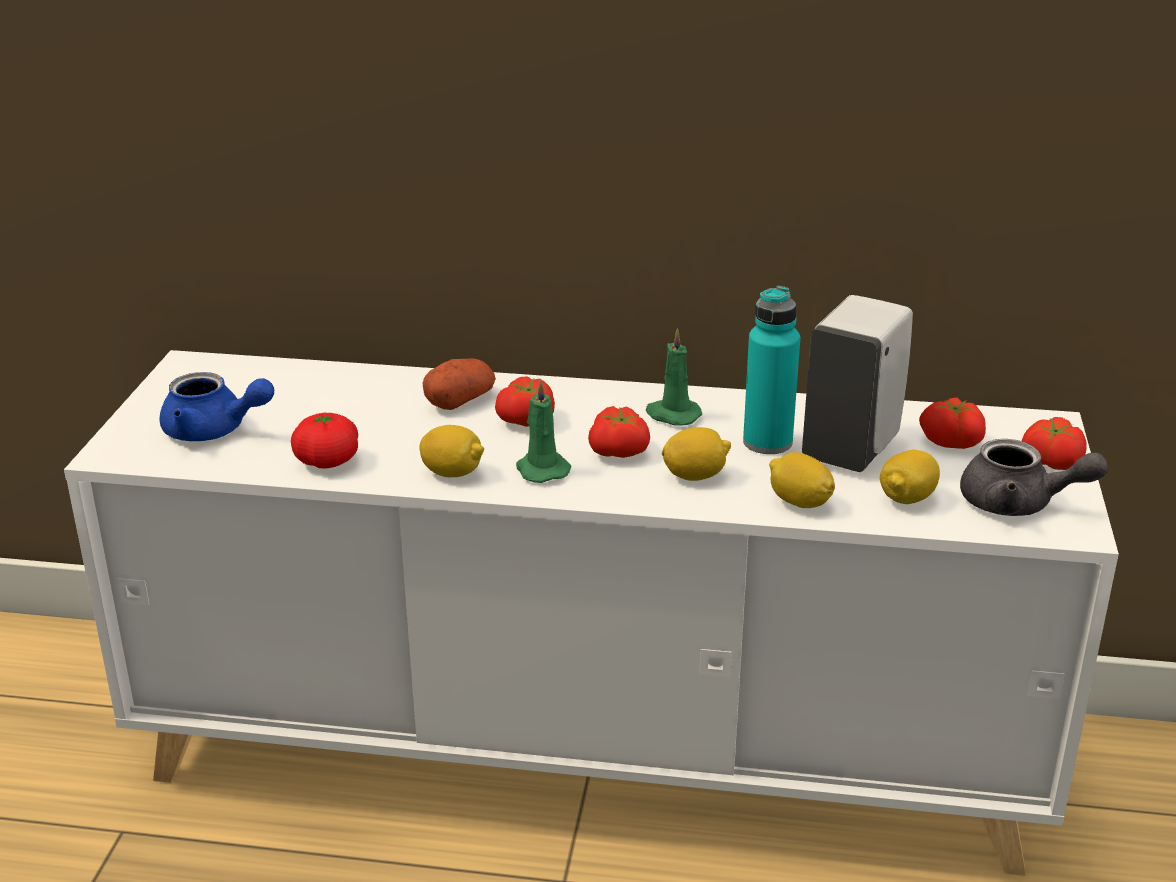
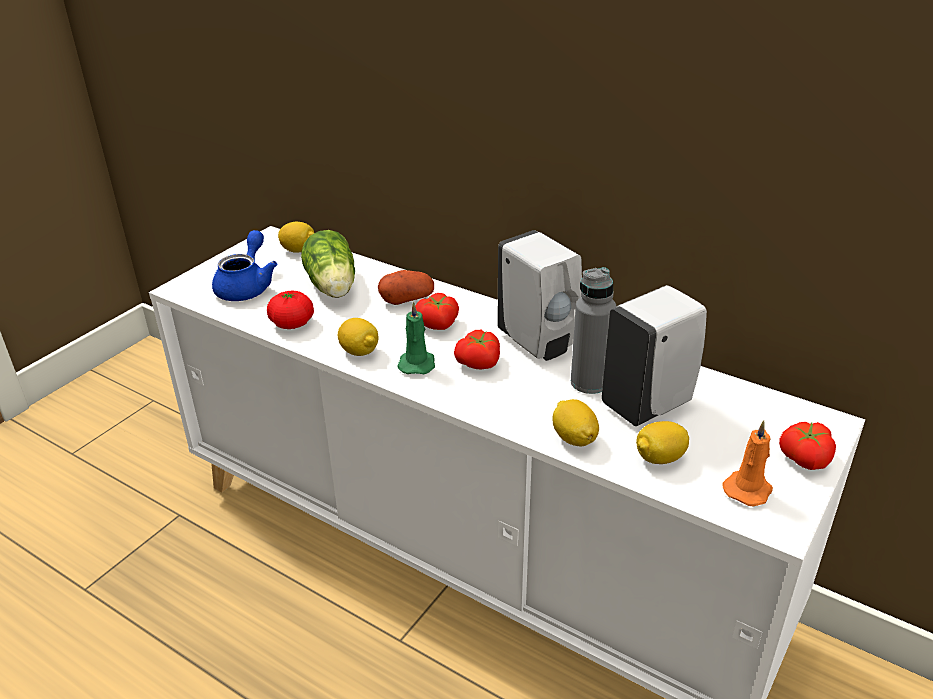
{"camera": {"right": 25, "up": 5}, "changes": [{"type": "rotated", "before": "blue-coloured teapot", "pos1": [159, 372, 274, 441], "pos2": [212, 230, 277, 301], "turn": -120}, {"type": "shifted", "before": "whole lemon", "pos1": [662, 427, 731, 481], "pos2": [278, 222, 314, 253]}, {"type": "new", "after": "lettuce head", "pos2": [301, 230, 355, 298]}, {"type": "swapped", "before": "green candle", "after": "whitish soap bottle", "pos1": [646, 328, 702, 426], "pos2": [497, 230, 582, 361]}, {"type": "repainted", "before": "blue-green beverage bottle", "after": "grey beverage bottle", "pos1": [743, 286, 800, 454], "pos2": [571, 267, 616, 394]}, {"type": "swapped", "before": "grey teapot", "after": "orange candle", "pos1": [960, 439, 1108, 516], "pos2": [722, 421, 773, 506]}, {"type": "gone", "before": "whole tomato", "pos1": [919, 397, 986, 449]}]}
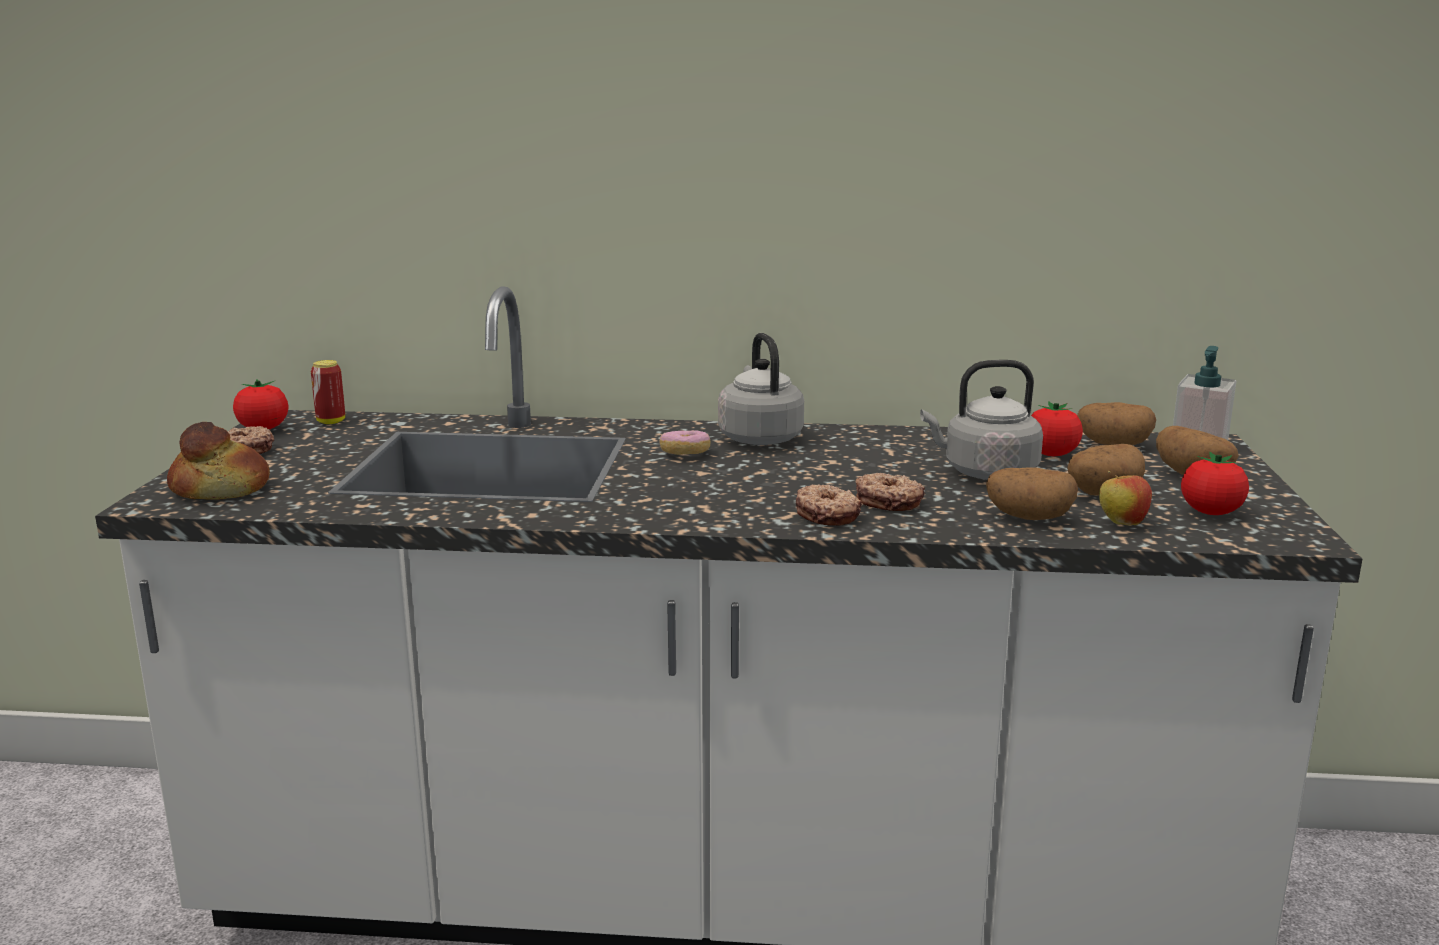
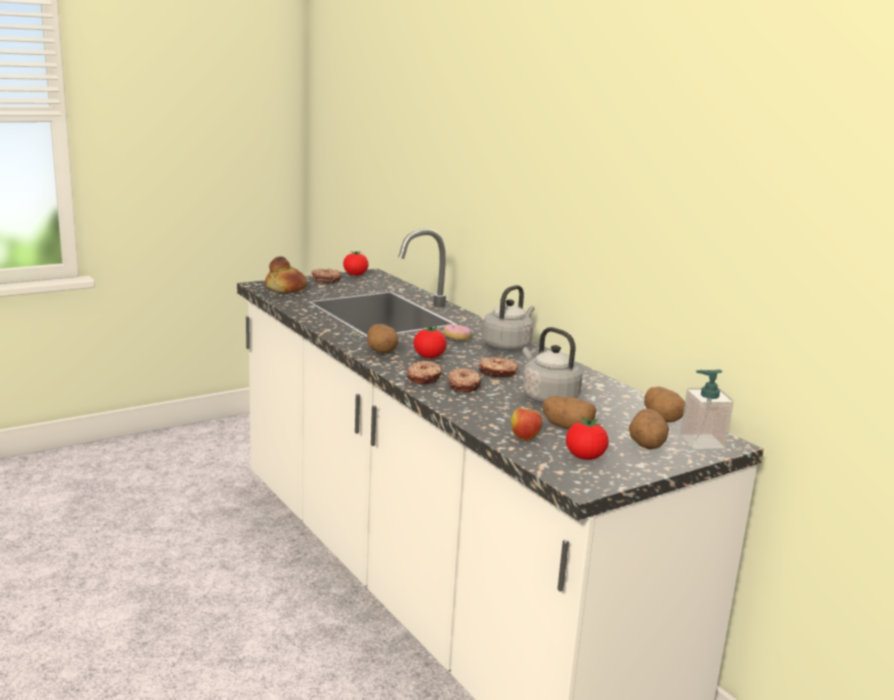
{"camera": {"right": 50, "up": 0}, "changes": [{"type": "shifted", "before": "whole potato", "pos1": [986, 467, 1078, 520], "pos2": [367, 324, 398, 353]}, {"type": "shifted", "before": "whole tomato", "pos1": [1031, 401, 1083, 456], "pos2": [414, 325, 446, 358]}, {"type": "new", "after": "doughnut", "pos2": [479, 357, 518, 377]}, {"type": "gone", "before": "sealed can", "pos1": [311, 360, 345, 424]}]}
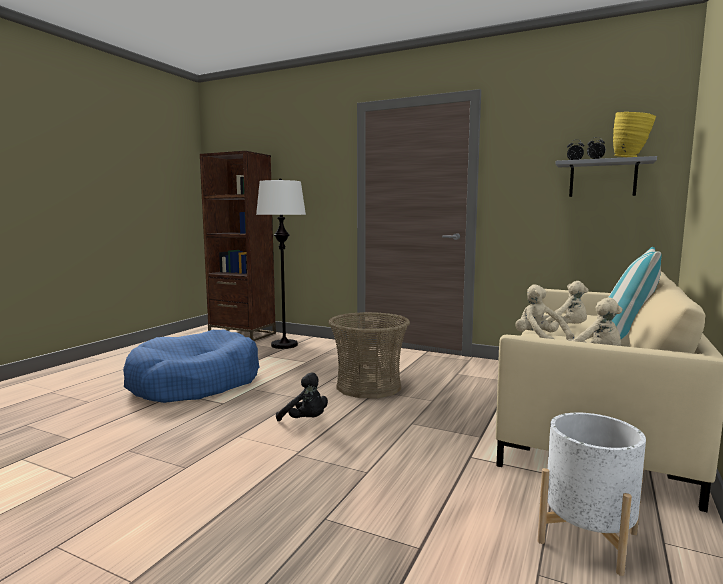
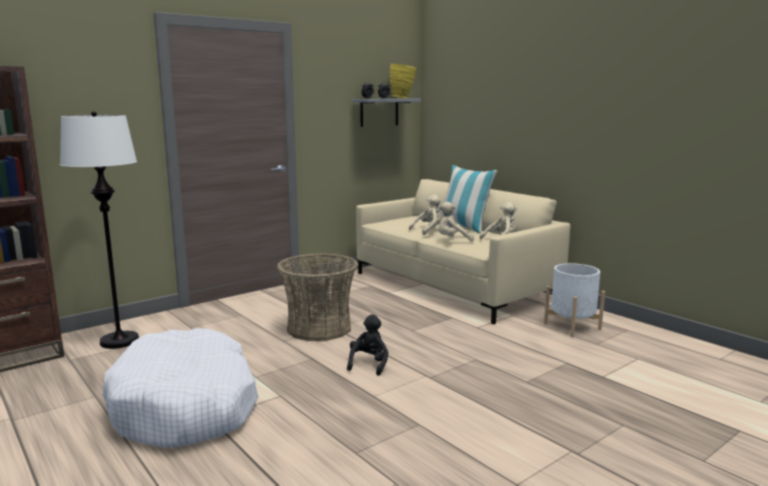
{"camera": {"right": -65, "up": 5}, "changes": [{"type": "repainted", "before": "blue-coloured dog cushion", "after": "whitish dog cushion", "pos1": [123, 329, 259, 403], "pos2": [103, 328, 258, 448]}, {"type": "rotated", "before": "black plush toy", "pos1": [276, 373, 328, 421], "pos2": [347, 314, 388, 376], "turn": -45}]}
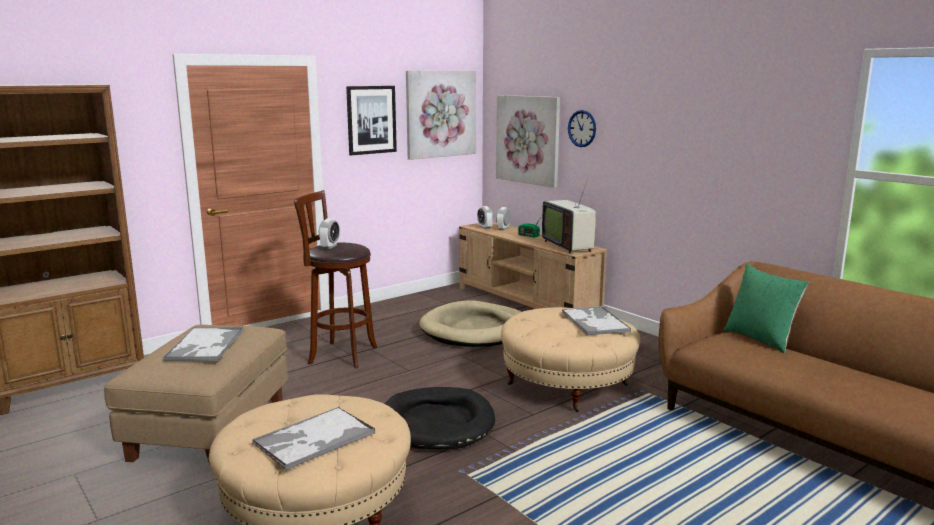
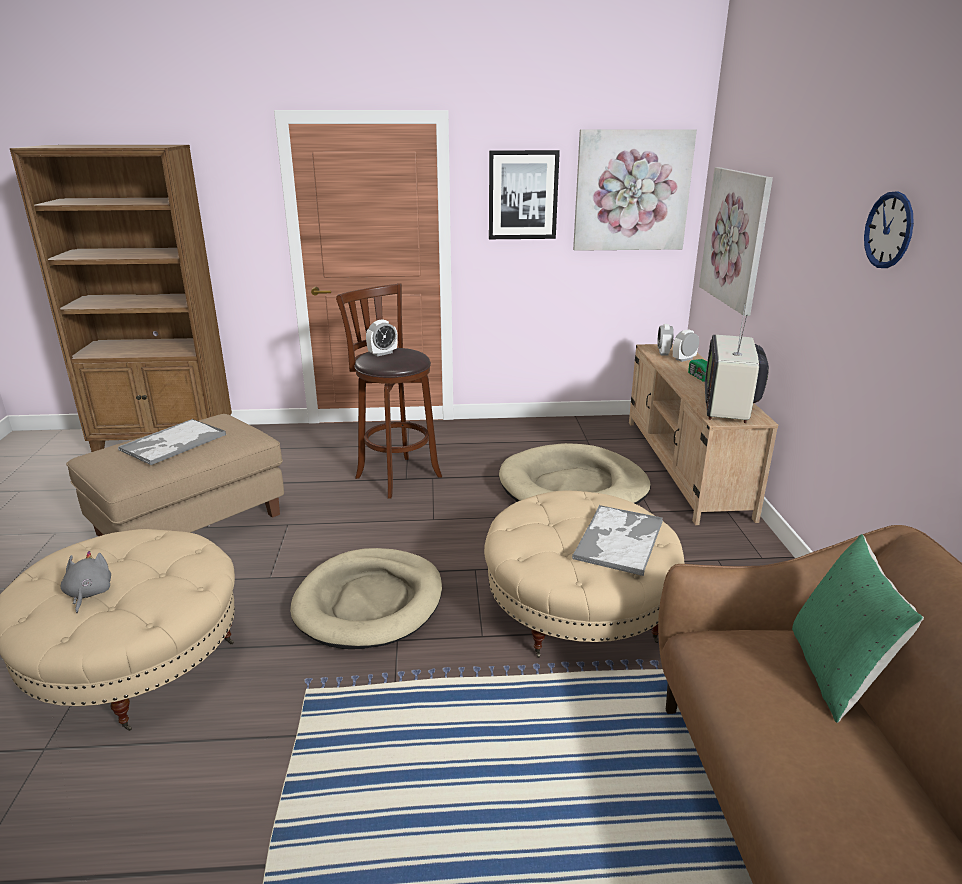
{"camera": {"right": 35, "up": 10}, "changes": [{"type": "swapped", "before": "serving tray", "after": "grey plush toy", "pos1": [252, 407, 376, 470], "pos2": [61, 551, 111, 613]}, {"type": "repainted", "before": "black dog cushion", "after": "sand-coloured dog cushion", "pos1": [385, 387, 495, 449], "pos2": [290, 548, 442, 649]}, {"type": "shifted", "before": "clock on the wall", "pos1": [568, 110, 596, 147], "pos2": [864, 192, 914, 268]}]}
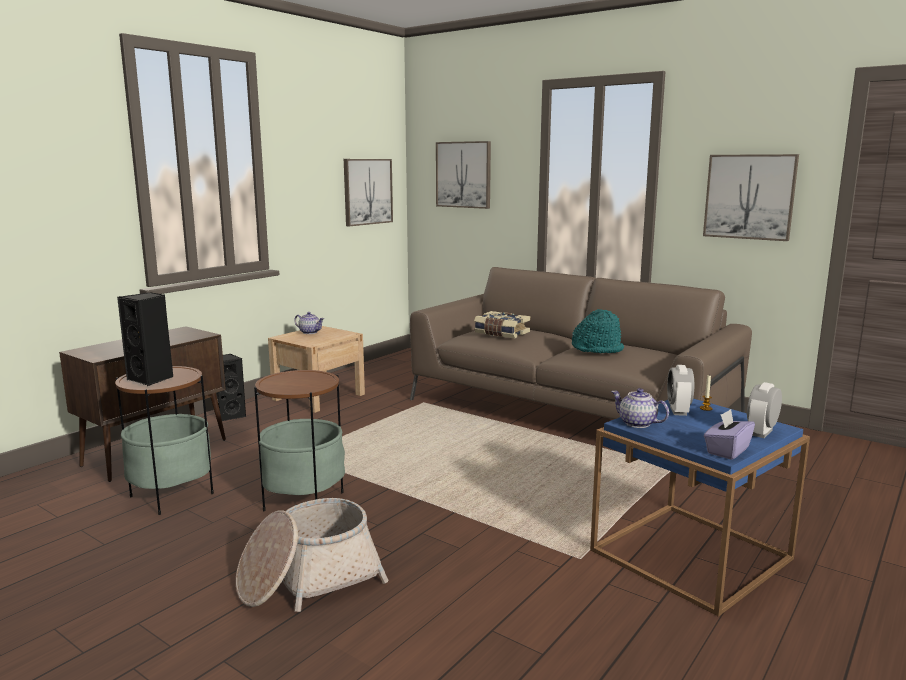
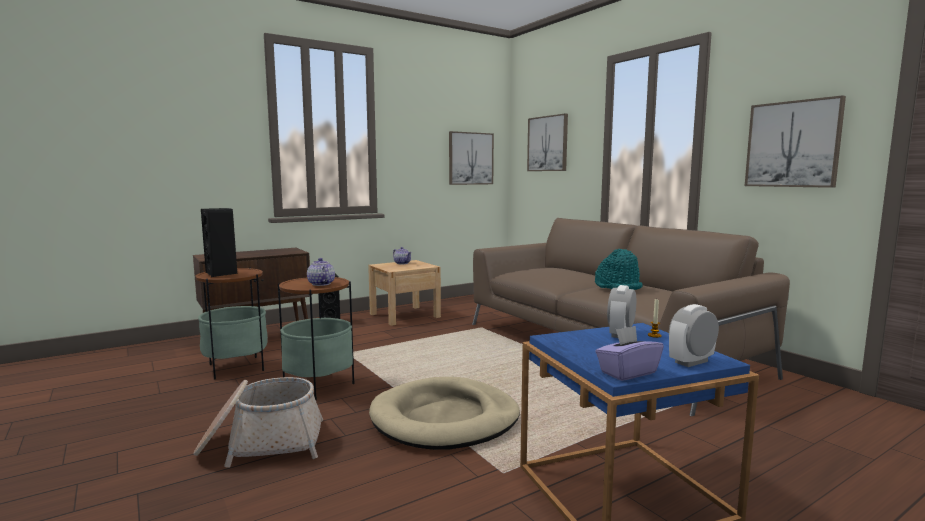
{"camera": {"right": 20, "up": -5}, "changes": [{"type": "shifted", "before": "teapot", "pos1": [611, 388, 669, 428], "pos2": [307, 258, 335, 286]}, {"type": "new", "after": "sand-coloured dog cushion", "pos2": [369, 377, 520, 450]}, {"type": "gone", "before": "bound book", "pos1": [474, 311, 530, 338]}]}
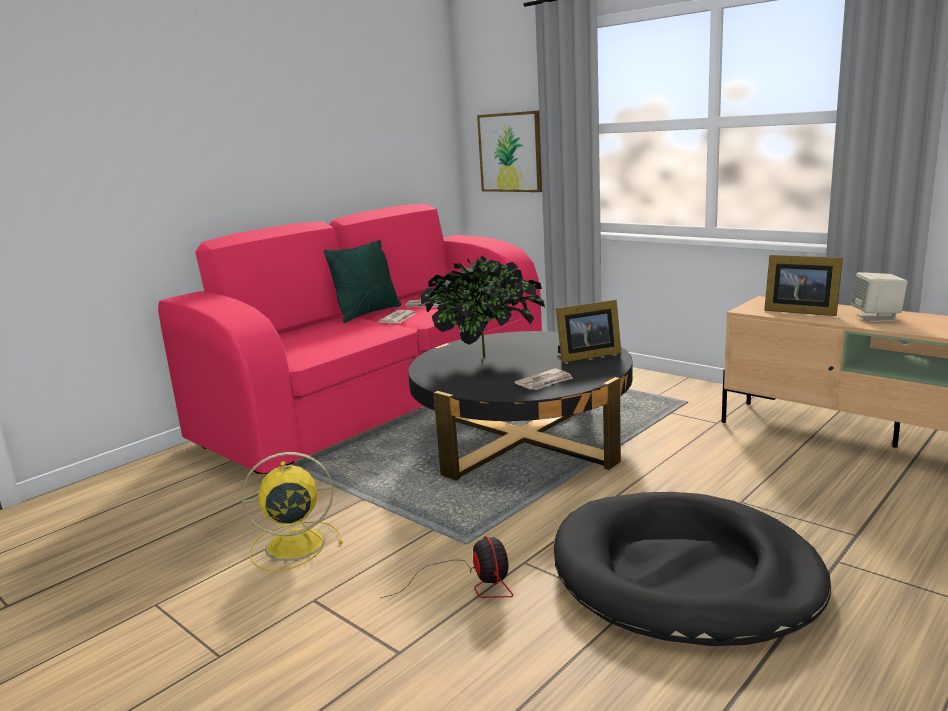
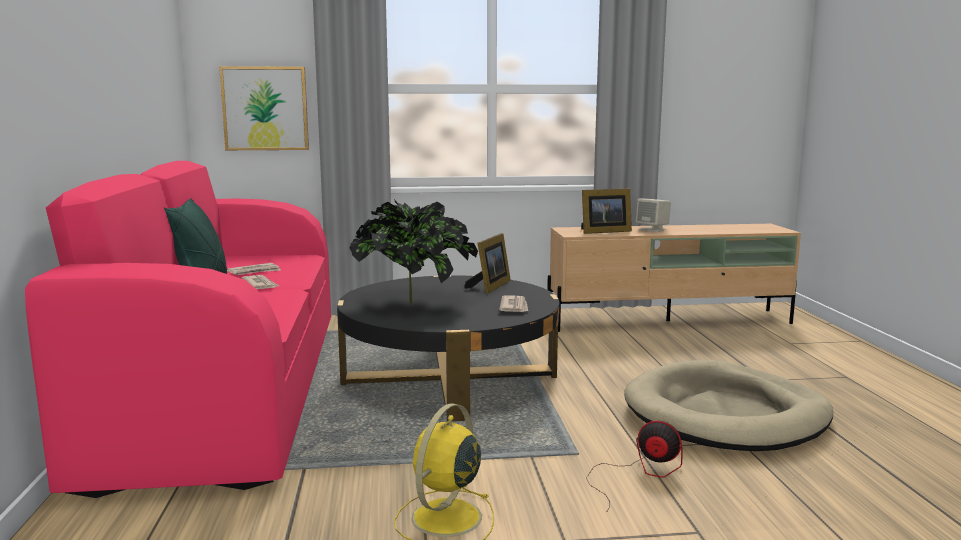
{"camera": {"right": -50, "up": -5}, "changes": [{"type": "repainted", "before": "black dog cushion", "after": "sand-coloured dog cushion", "pos1": [554, 492, 831, 646], "pos2": [624, 360, 833, 451]}]}
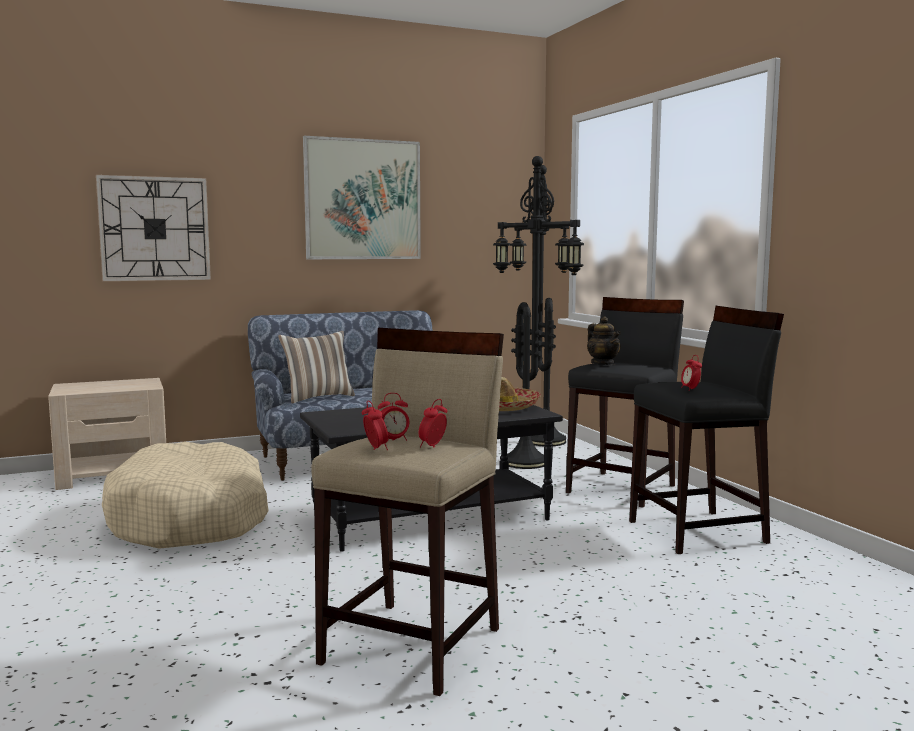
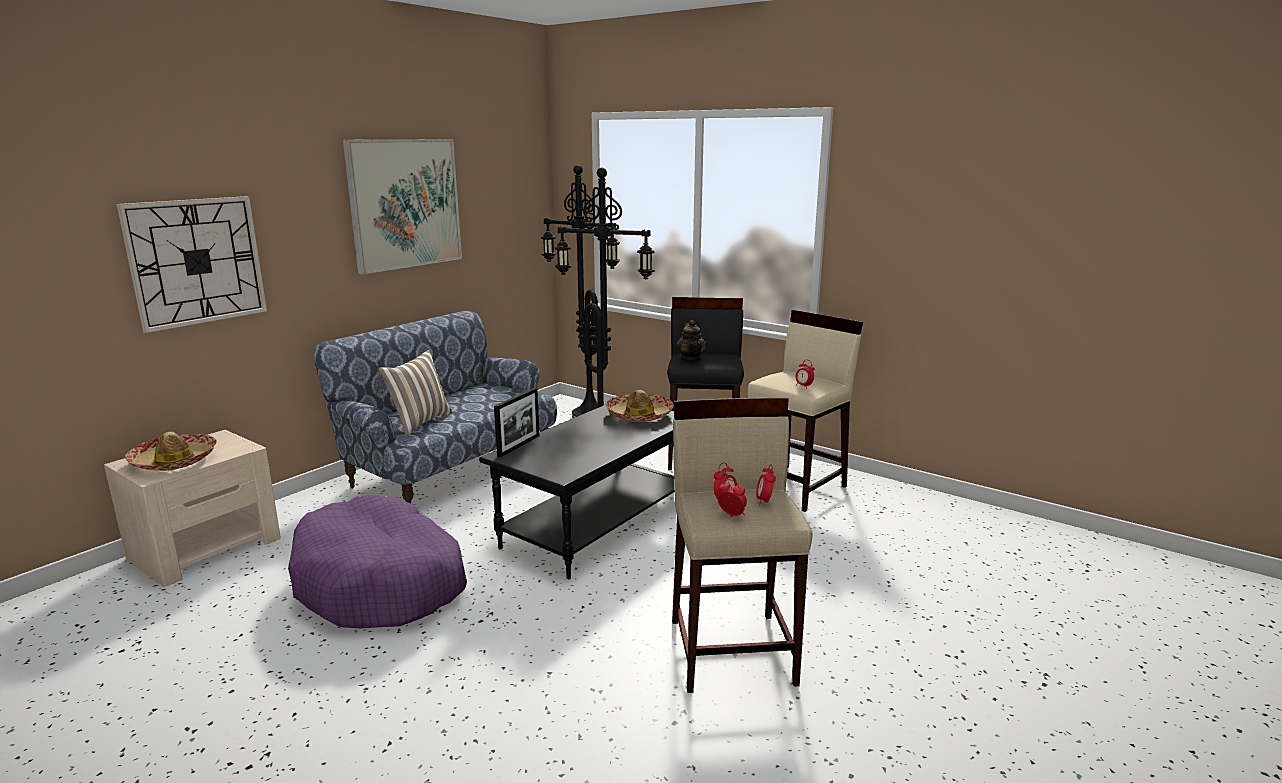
{"camera": {"right": -30, "up": 10}, "changes": [{"type": "new", "after": "clothing hat", "pos2": [125, 432, 217, 471]}, {"type": "repainted", "before": "sand-coloured dog cushion", "after": "purplish dog cushion", "pos1": [102, 442, 269, 549], "pos2": [288, 495, 467, 628]}, {"type": "new", "after": "picture frame", "pos2": [494, 388, 539, 457]}, {"type": "rotated", "before": "teapot", "pos1": [587, 317, 621, 365], "pos2": [677, 320, 706, 362], "turn": 45}, {"type": "repainted", "before": "black sitting stool", "after": "sand-coloured sitting stool", "pos1": [629, 306, 784, 554], "pos2": [748, 310, 863, 512]}]}
